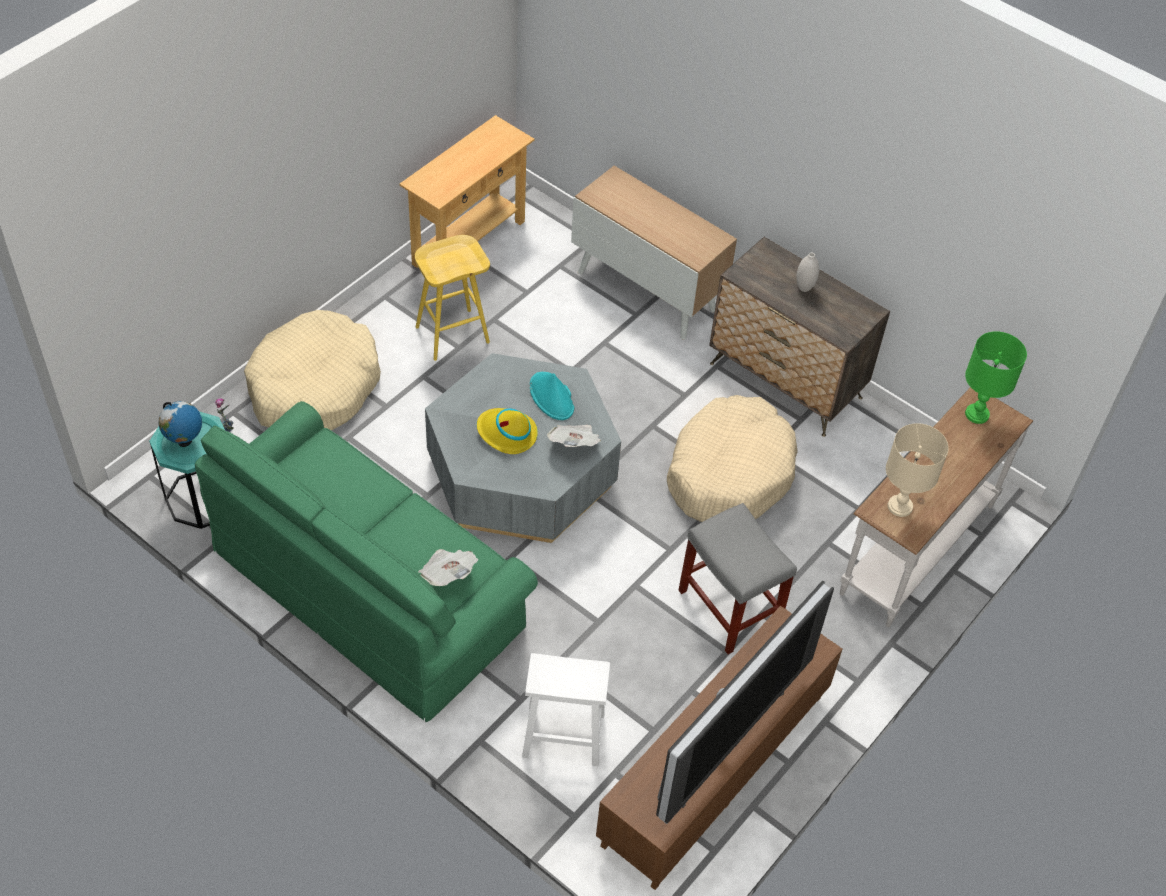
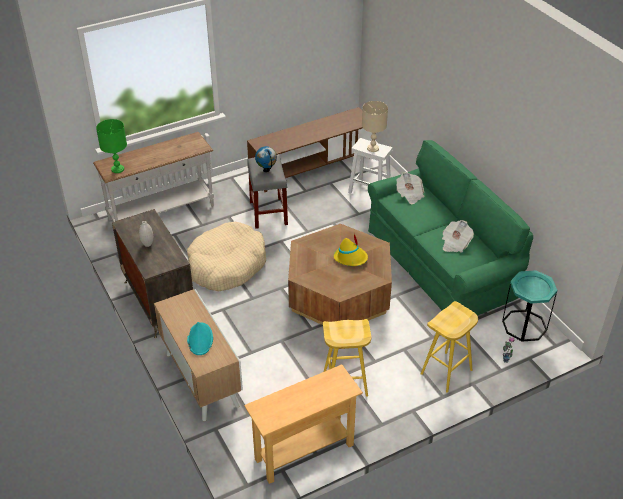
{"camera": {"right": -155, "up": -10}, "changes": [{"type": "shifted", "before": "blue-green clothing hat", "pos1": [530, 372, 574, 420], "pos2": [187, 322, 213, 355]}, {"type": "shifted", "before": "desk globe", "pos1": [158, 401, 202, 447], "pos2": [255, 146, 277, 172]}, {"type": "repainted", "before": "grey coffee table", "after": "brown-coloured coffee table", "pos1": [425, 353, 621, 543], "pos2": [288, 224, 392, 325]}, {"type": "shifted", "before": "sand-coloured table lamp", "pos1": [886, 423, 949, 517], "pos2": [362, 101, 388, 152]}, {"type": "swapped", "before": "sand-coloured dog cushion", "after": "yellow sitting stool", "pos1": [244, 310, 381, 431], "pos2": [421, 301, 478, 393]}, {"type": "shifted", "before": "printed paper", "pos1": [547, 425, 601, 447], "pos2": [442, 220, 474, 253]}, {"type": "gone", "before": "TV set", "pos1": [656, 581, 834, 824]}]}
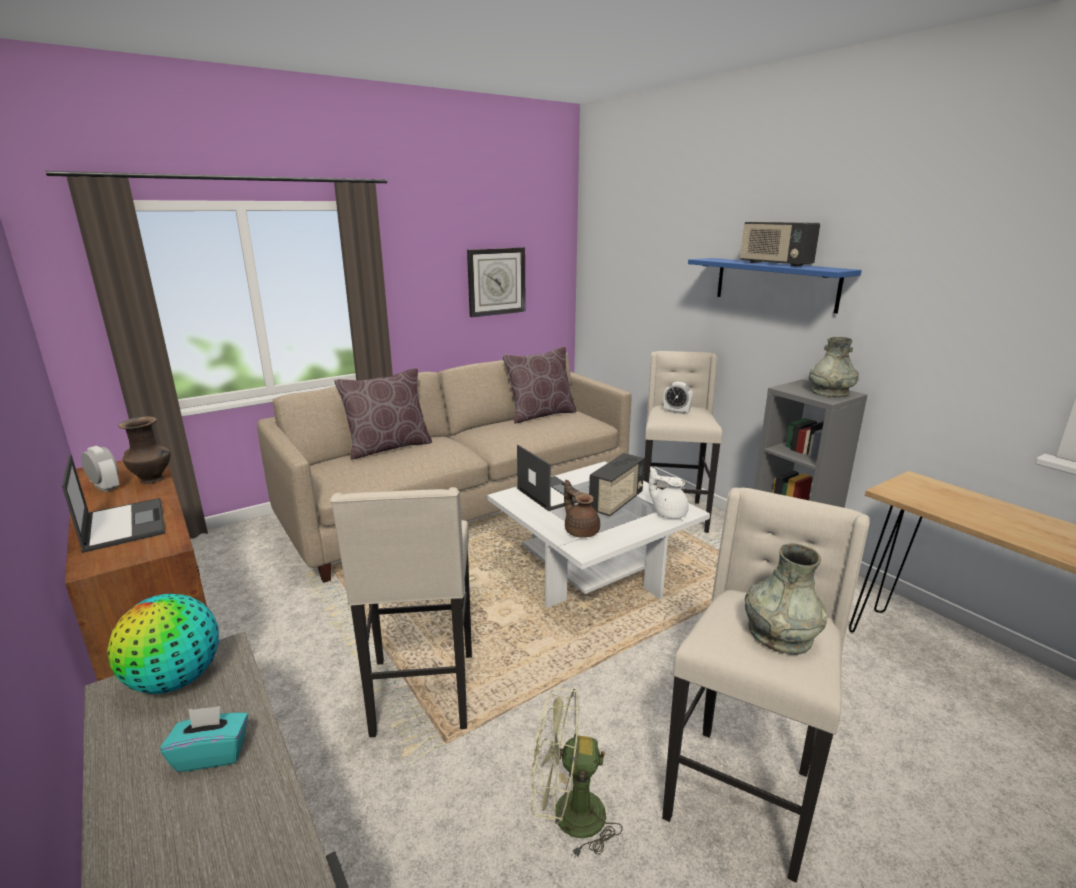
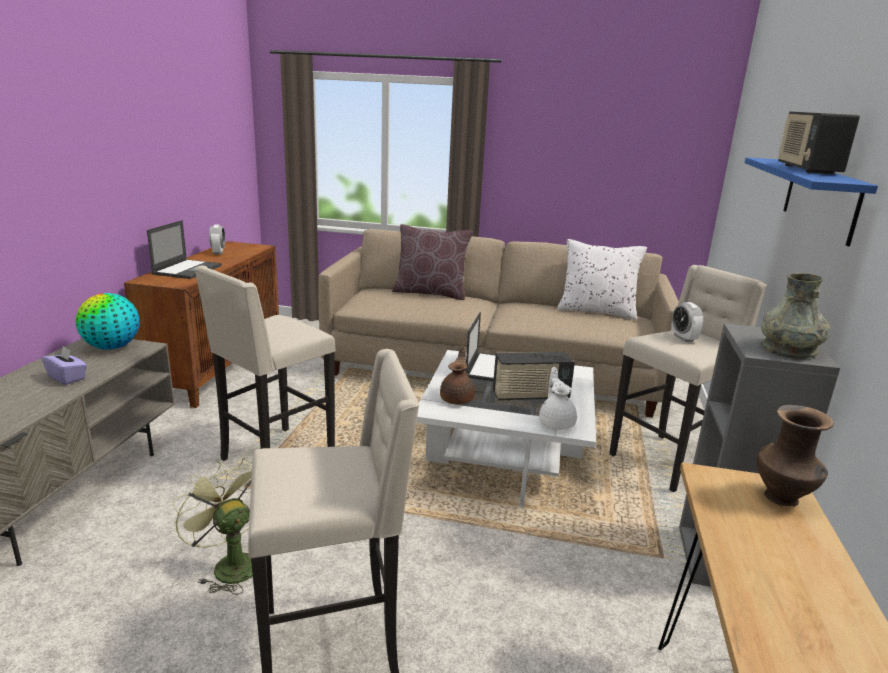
{"camera": {"right": 45, "up": 0}, "changes": [{"type": "repainted", "before": "blue-green tissue box", "after": "purplish tissue box", "pos1": [160, 706, 248, 772], "pos2": [42, 346, 87, 385]}, {"type": "repainted", "before": "brown-coloured pillow", "after": "whitish pillow", "pos1": [502, 347, 577, 424], "pos2": [557, 239, 647, 320]}, {"type": "shifted", "before": "brown-coloured flower vase", "pos1": [118, 416, 171, 484], "pos2": [757, 405, 834, 507]}, {"type": "gone", "before": "clock on the wall", "pos1": [467, 247, 526, 317]}, {"type": "gone", "before": "grey flower vase", "pos1": [745, 543, 828, 655]}]}
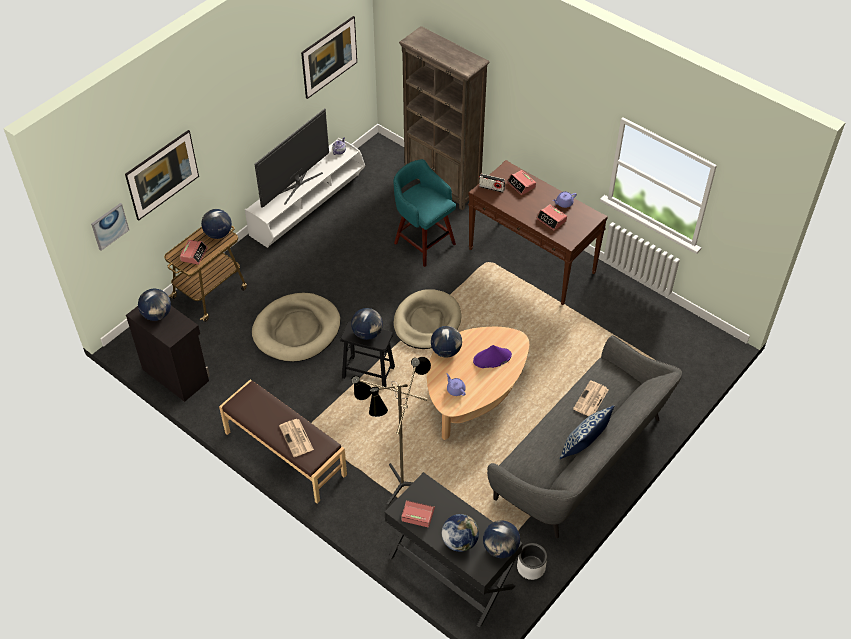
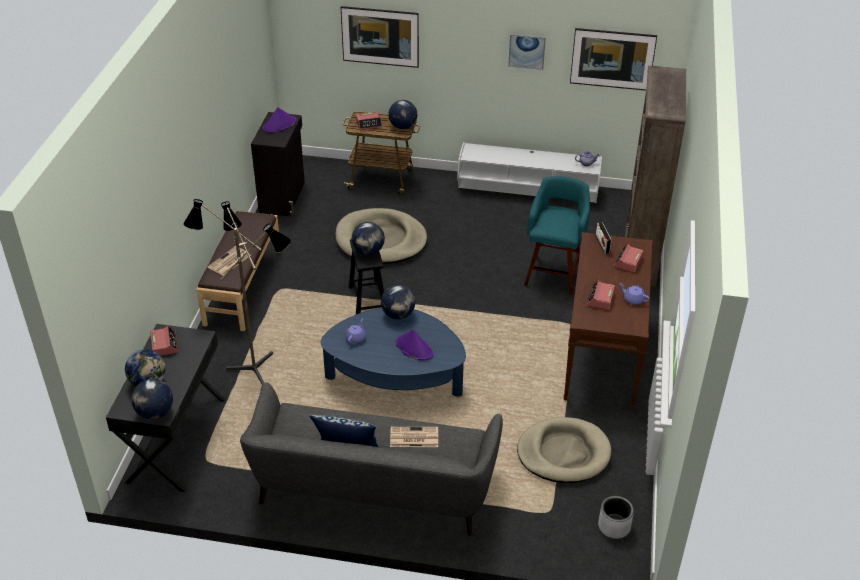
{"camera": {"right": 60, "up": -10}, "changes": [{"type": "swapped", "before": "desk globe", "after": "purplish clothing hat", "pos1": [138, 289, 171, 321], "pos2": [263, 107, 297, 133]}, {"type": "repainted", "before": "sand-coloured coffee table", "after": "blue-coloured coffee table", "pos1": [427, 327, 529, 440], "pos2": [320, 308, 466, 397]}, {"type": "shifted", "before": "picture", "pos1": [91, 203, 129, 251], "pos2": [508, 34, 546, 70]}, {"type": "shifted", "before": "sand-coloured dog cushion", "pos1": [394, 289, 461, 349], "pos2": [517, 417, 611, 483]}, {"type": "shifted", "before": "whitish flower pot", "pos1": [517, 543, 547, 580], "pos2": [598, 496, 634, 539]}, {"type": "gone", "before": "TV set", "pos1": [254, 108, 329, 208]}]}
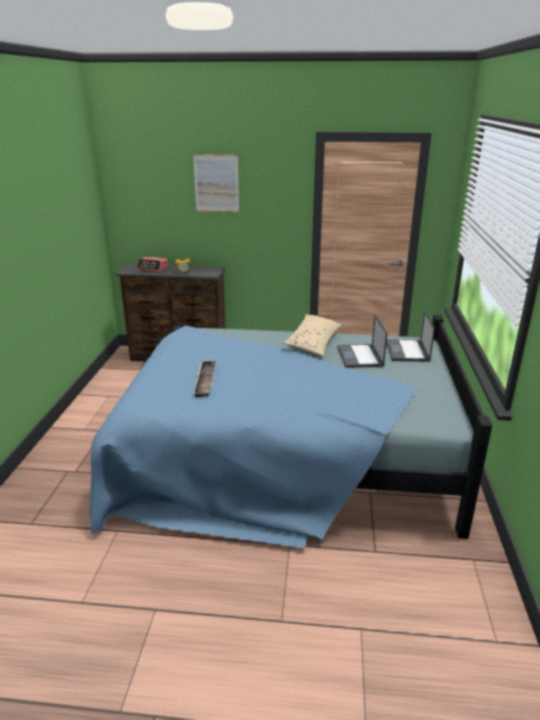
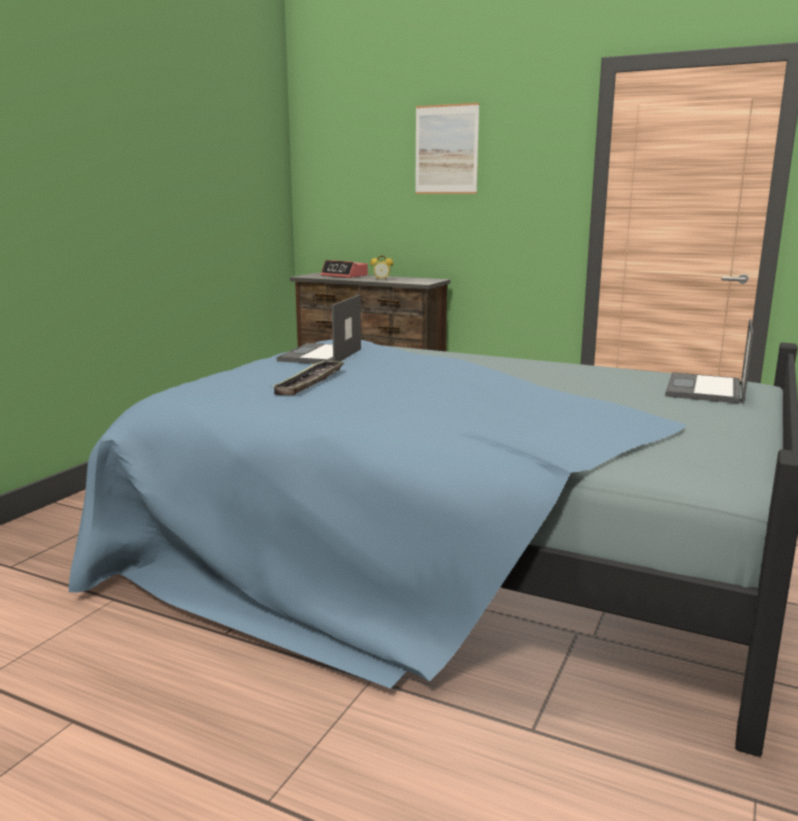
{"camera": {"right": 20, "up": -10}, "changes": [{"type": "shifted", "before": "portable computer", "pos1": [337, 315, 387, 368], "pos2": [277, 295, 361, 364]}, {"type": "gone", "before": "sand-coloured pillow", "pos1": [283, 314, 342, 356]}]}
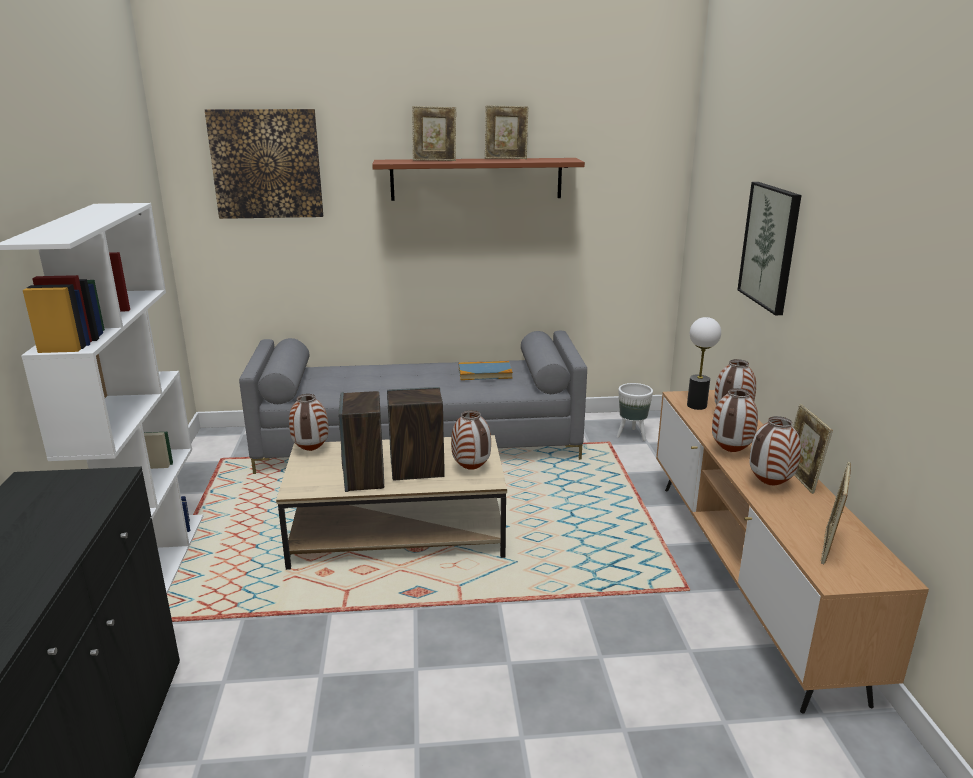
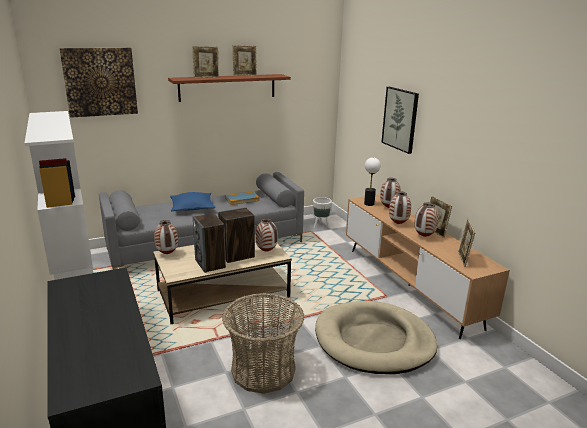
{"camera": {"right": -20, "up": 0}, "changes": [{"type": "new", "after": "blue-coloured pillow", "pos2": [170, 192, 216, 211]}, {"type": "new", "after": "household basket", "pos2": [222, 293, 304, 394]}, {"type": "new", "after": "sand-coloured dog cushion", "pos2": [315, 301, 437, 374]}]}
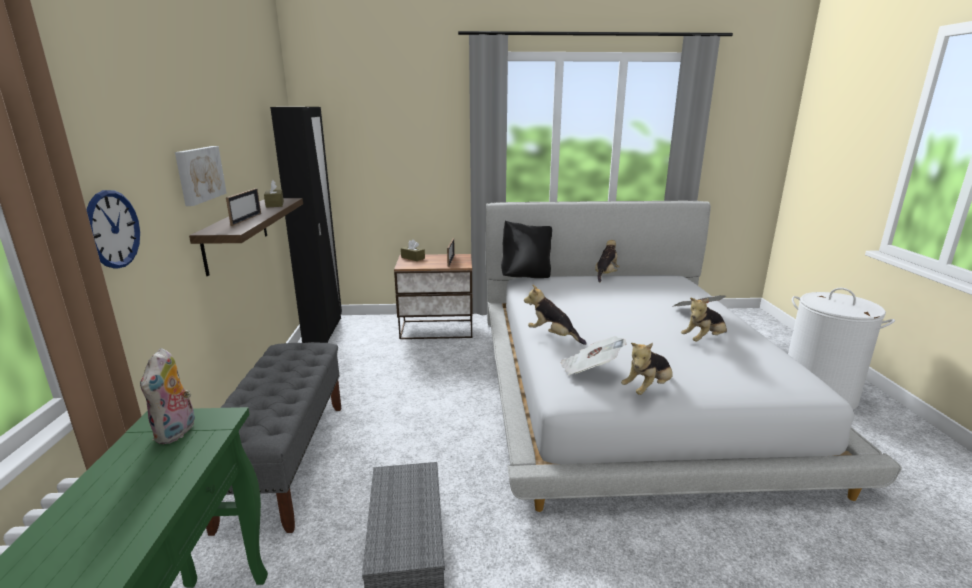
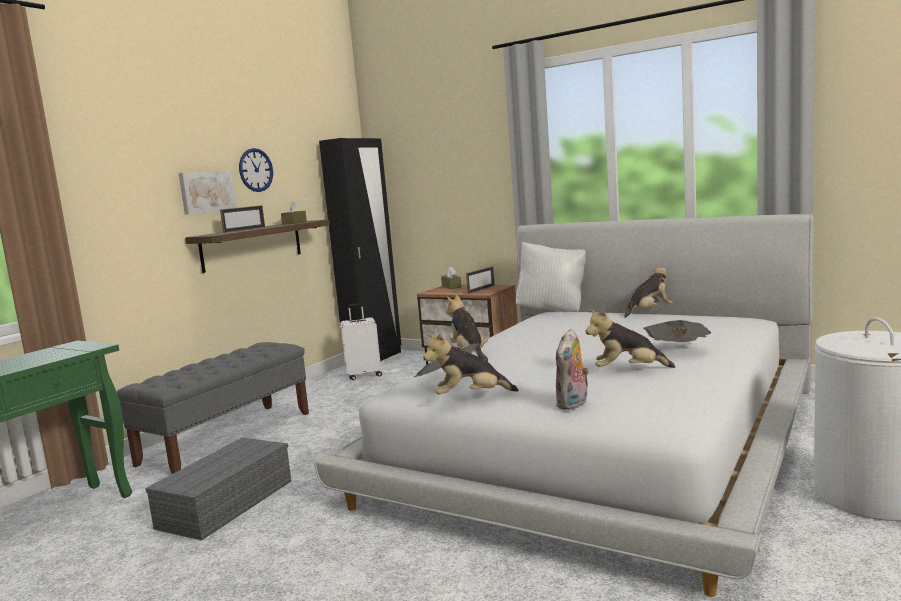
{"camera": {"right": 35, "up": -10}, "changes": [{"type": "shifted", "before": "clock on the wall", "pos1": [86, 190, 140, 269], "pos2": [239, 148, 273, 192]}, {"type": "new", "after": "whitish piece of luggage", "pos2": [340, 303, 382, 380]}, {"type": "repainted", "before": "black pillow", "after": "whitish pillow", "pos1": [501, 220, 552, 278], "pos2": [516, 241, 586, 312]}, {"type": "shifted", "before": "plush toy", "pos1": [140, 348, 195, 444], "pos2": [556, 329, 589, 410]}]}
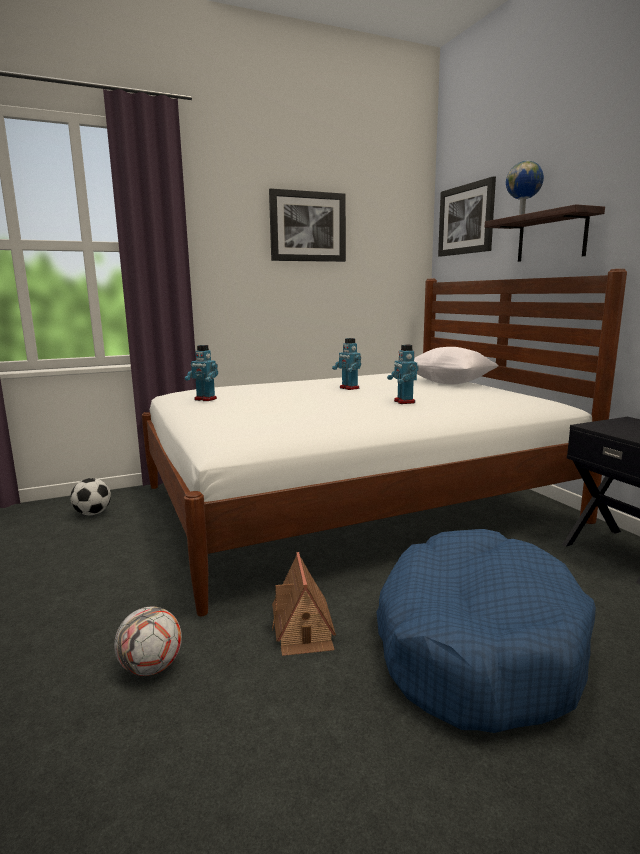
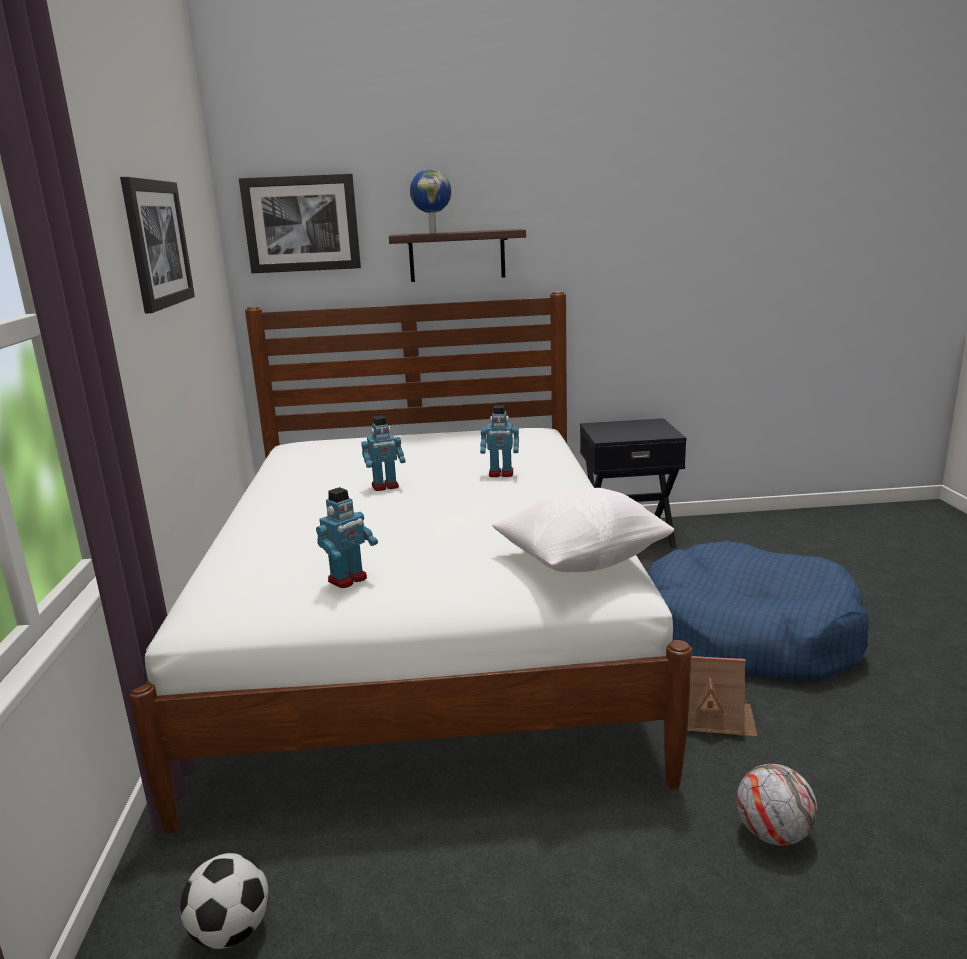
{"camera": {"right": -70, "up": 5}, "changes": [{"type": "shifted", "before": "whitish pillow", "pos1": [414, 347, 498, 385], "pos2": [492, 488, 674, 572]}]}
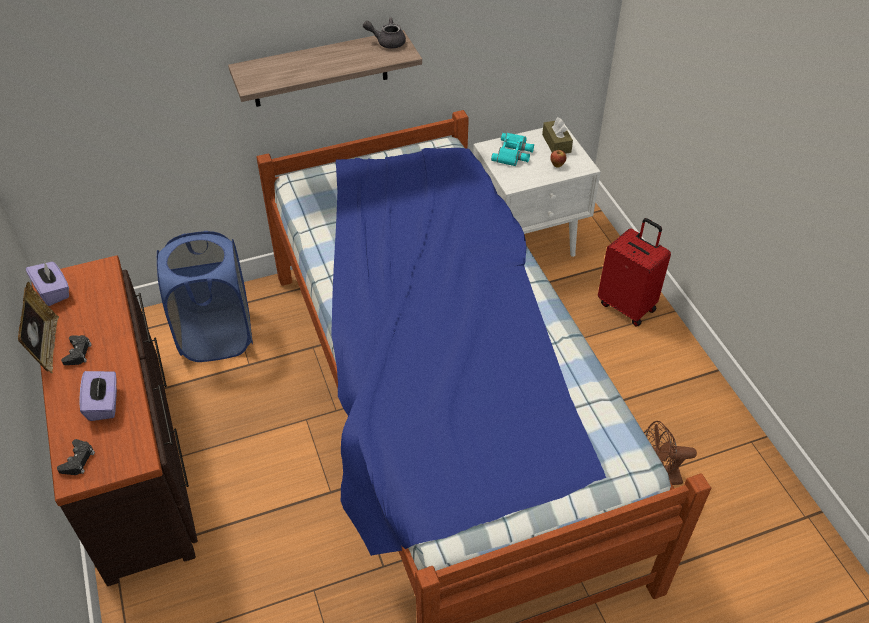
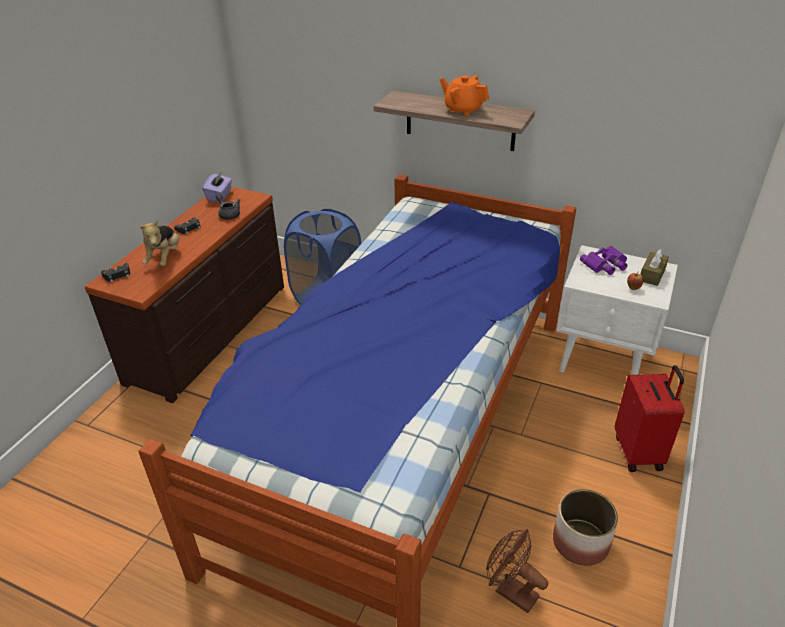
{"camera": {"right": 45, "up": -10}, "changes": [{"type": "swapped", "before": "purplish tissue box", "after": "plush toy", "pos1": [79, 371, 117, 421], "pos2": [140, 219, 179, 266]}, {"type": "shifted", "before": "grey teapot", "pos1": [363, 18, 406, 49], "pos2": [216, 194, 240, 220]}, {"type": "new", "after": "orange teapot", "pos2": [440, 75, 489, 116]}, {"type": "new", "after": "flower pot", "pos2": [553, 489, 618, 566]}, {"type": "repainted", "before": "blue-green pair of binoculars", "after": "purplish pair of binoculars", "pos1": [491, 133, 534, 166], "pos2": [580, 246, 627, 275]}, {"type": "gone", "before": "picture frame", "pos1": [18, 282, 59, 373]}]}
